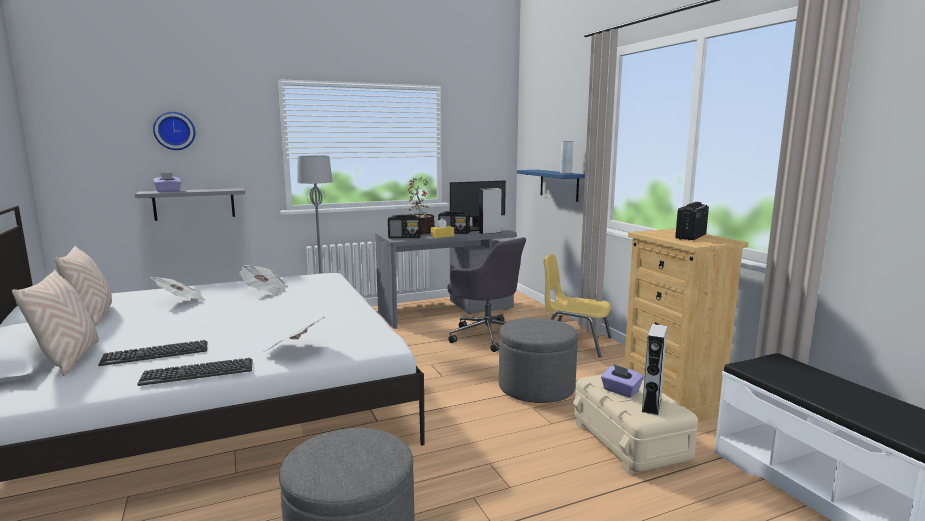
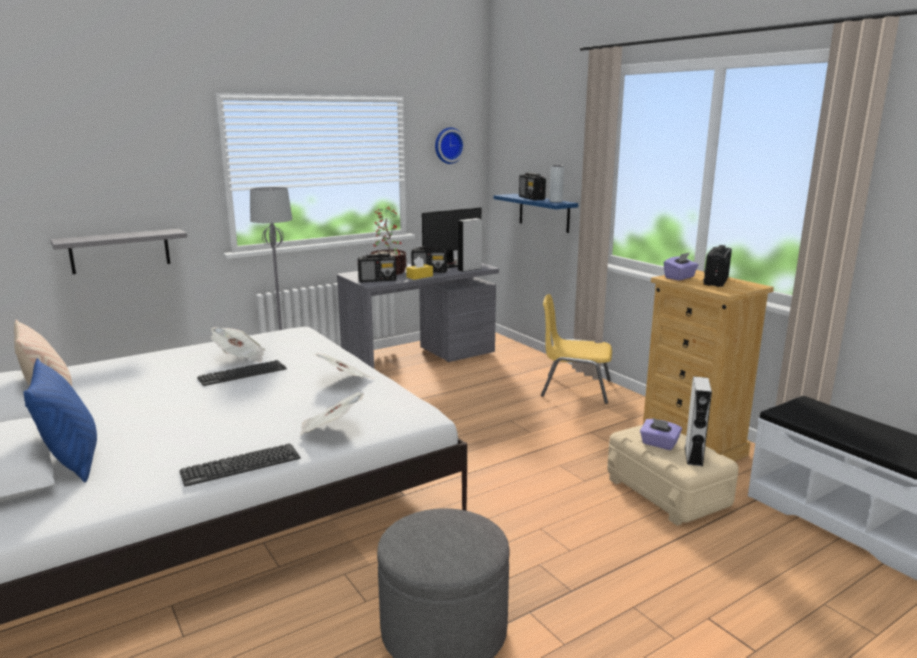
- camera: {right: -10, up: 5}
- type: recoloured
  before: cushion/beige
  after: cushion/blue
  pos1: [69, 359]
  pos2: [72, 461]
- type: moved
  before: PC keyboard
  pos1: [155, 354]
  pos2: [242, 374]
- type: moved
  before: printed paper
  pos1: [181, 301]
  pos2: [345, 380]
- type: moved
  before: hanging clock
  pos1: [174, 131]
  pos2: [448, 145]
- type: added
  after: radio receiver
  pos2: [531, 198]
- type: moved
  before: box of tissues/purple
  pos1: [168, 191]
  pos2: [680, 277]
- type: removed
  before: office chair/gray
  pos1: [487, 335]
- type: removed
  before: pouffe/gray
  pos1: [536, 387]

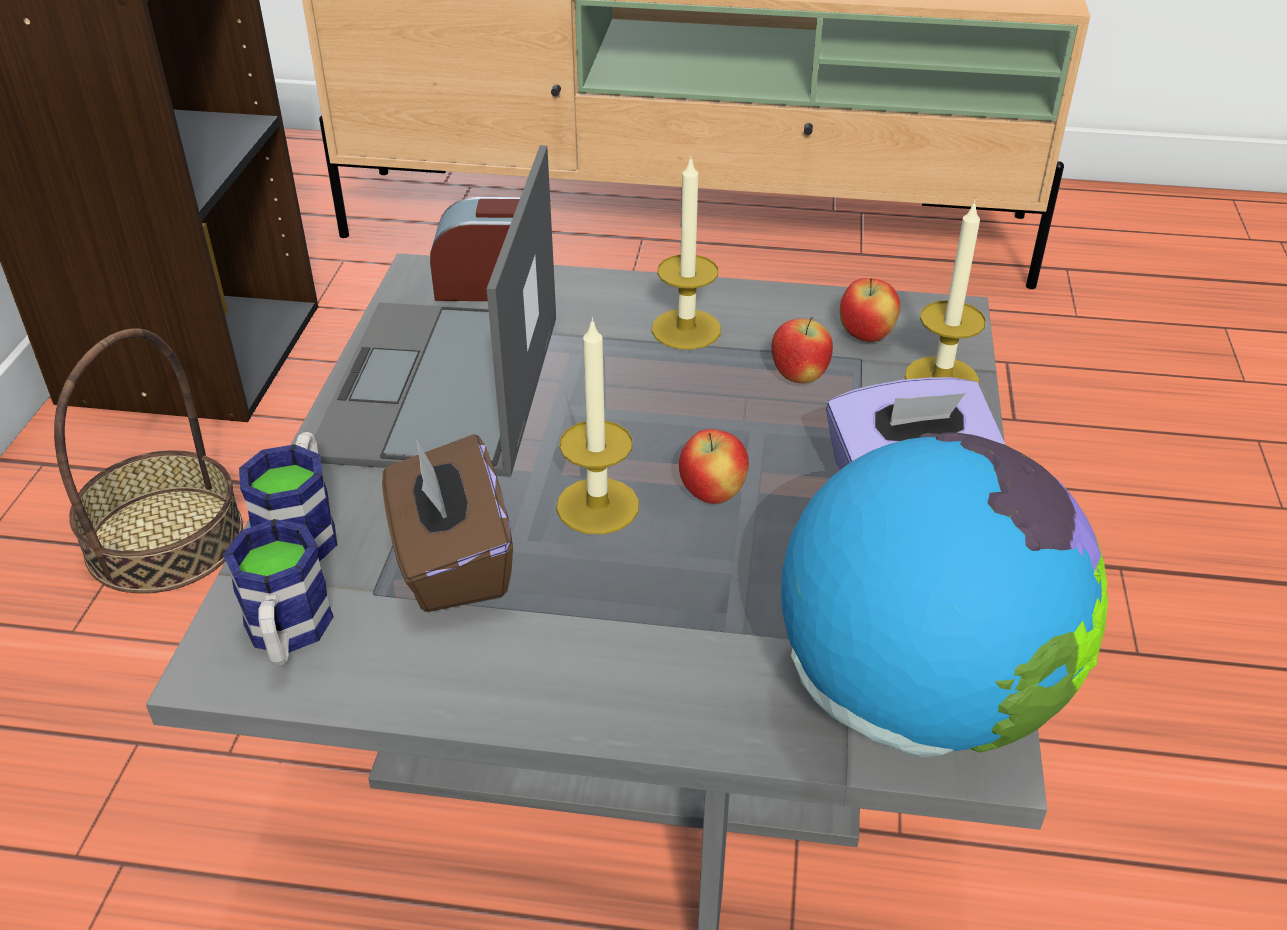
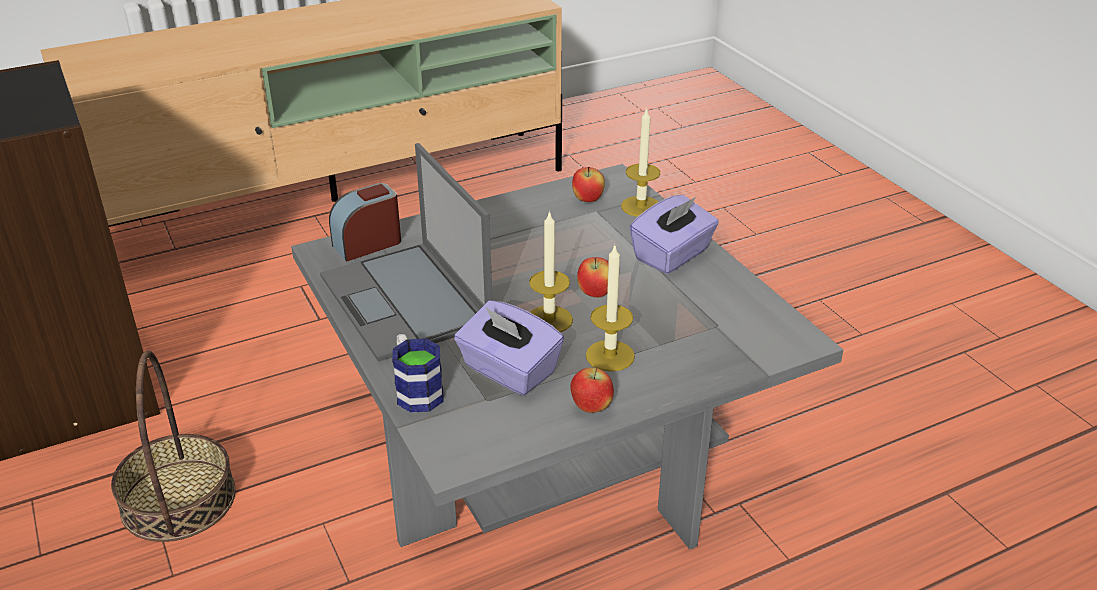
- camera: {right: -35, up: -5}
- type: recoloured
  before: box of tissues/brownish
  after: box of tissues/purple
  pos1: [451, 561]
  pos2: [508, 371]
- type: moved
  before: whole apple
  pos1: [799, 377]
  pos2: [591, 407]
- type: moved
  before: wax light
  pos1: [686, 329]
  pos2: [610, 355]
- type: removed
  before: tea mug
  pos1: [287, 635]
- type: removed
  before: globe
  pos1: [917, 696]

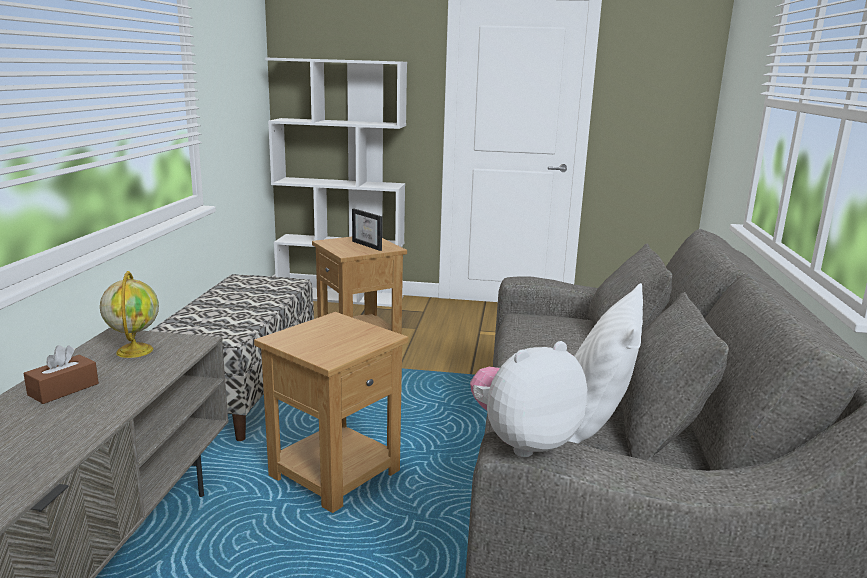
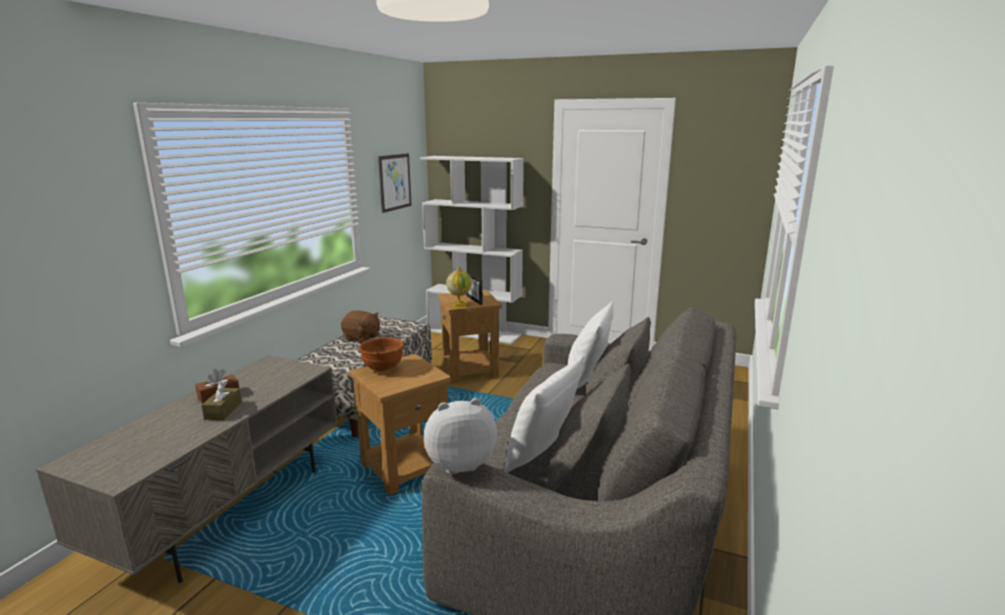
- camera: {right: 15, up: 0}
- type: added
  after: box of tissues/brownish
  pos2: [223, 410]
- type: added
  after: soft toy/brownish
  pos2: [362, 338]
- type: added
  after: serving bowl/brownish
  pos2: [382, 368]
- type: added
  after: wall picture
  pos2: [395, 182]
- type: moved
  before: globe
  pos1: [134, 350]
  pos2: [459, 304]
- type: added
  after: cushion/whitish
  pos2: [587, 380]

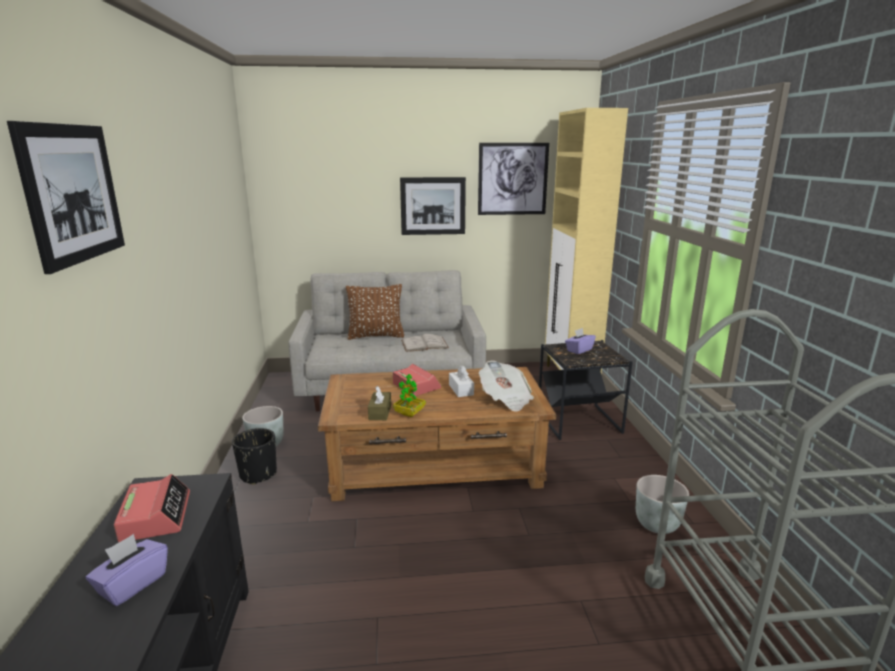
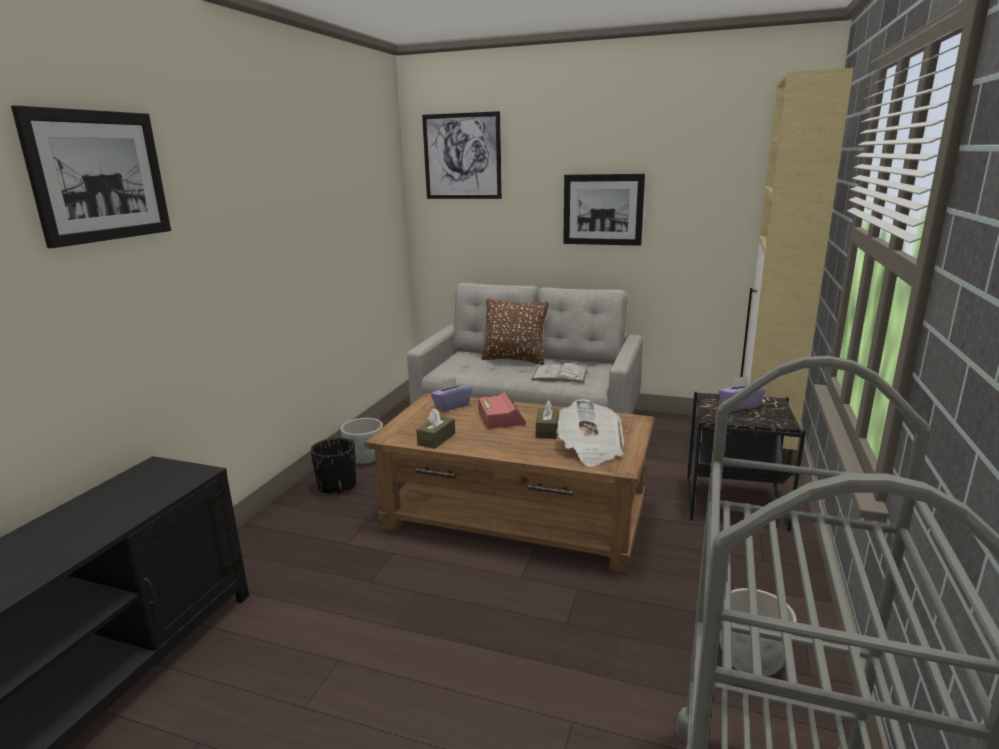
- camera: {right: 25, up: 0}
- type: moved
  before: wall picture
  pos1: [512, 179]
  pos2: [462, 156]
- type: moved
  before: box of tissues/purple
  pos1: [132, 584]
  pos2: [451, 406]
- type: recoloured
  before: box of tissues/whitish
  after: box of tissues/brownish
  pos1: [461, 390]
  pos2: [547, 430]
- type: removed
  before: alarm clock
  pos1: [156, 516]
- type: removed
  before: potted plant
  pos1: [409, 413]

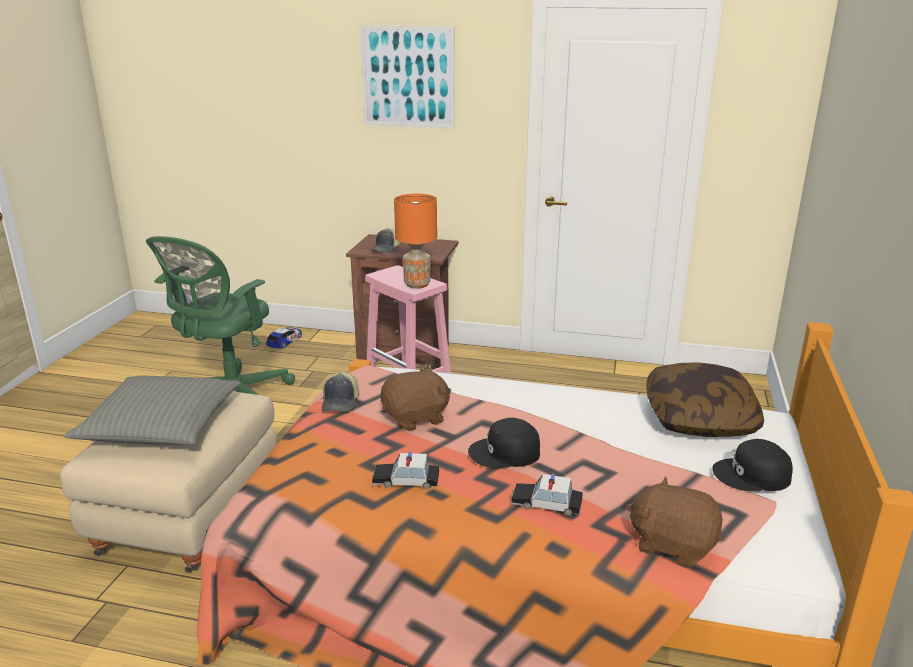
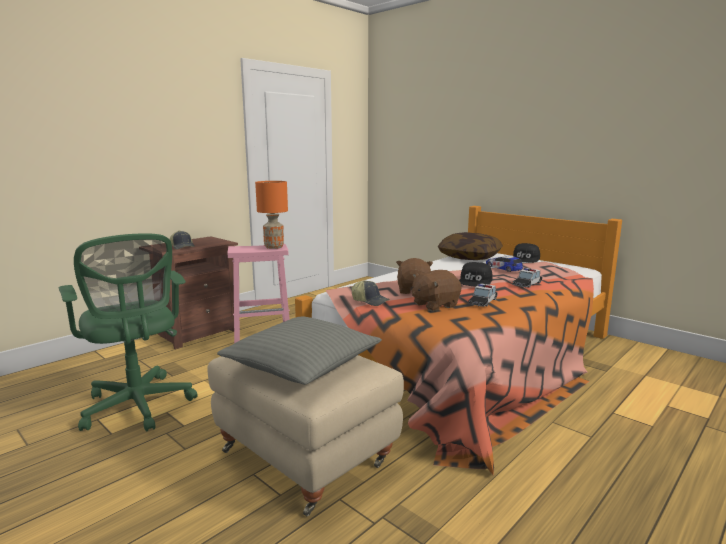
- camera: {right: -60, up: -10}
- type: moved
  before: soft toy/brownish
  pos1: [672, 545]
  pos2: [434, 305]
- type: moved
  before: miniature car
  pos1: [285, 341]
  pos2: [503, 268]
- type: removed
  before: wall picture
  pos1: [407, 77]

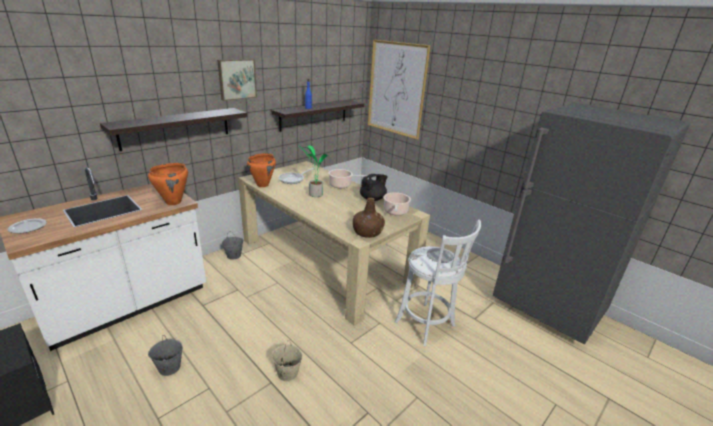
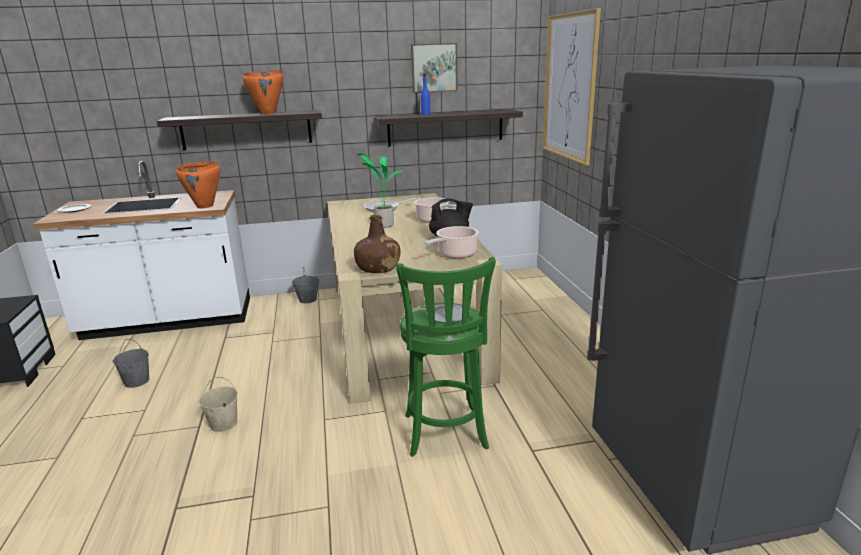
- camera: {right: 35, up: -5}
- type: moved
  before: saucepot/orange-coloured
  pos1: [263, 185]
  pos2: [268, 113]
- type: recoloured
  before: stool/whitish
  after: stool/greenish
  pos1: [427, 326]
  pos2: [446, 435]
- type: moved
  before: wall picture
  pos1: [237, 79]
  pos2: [434, 68]

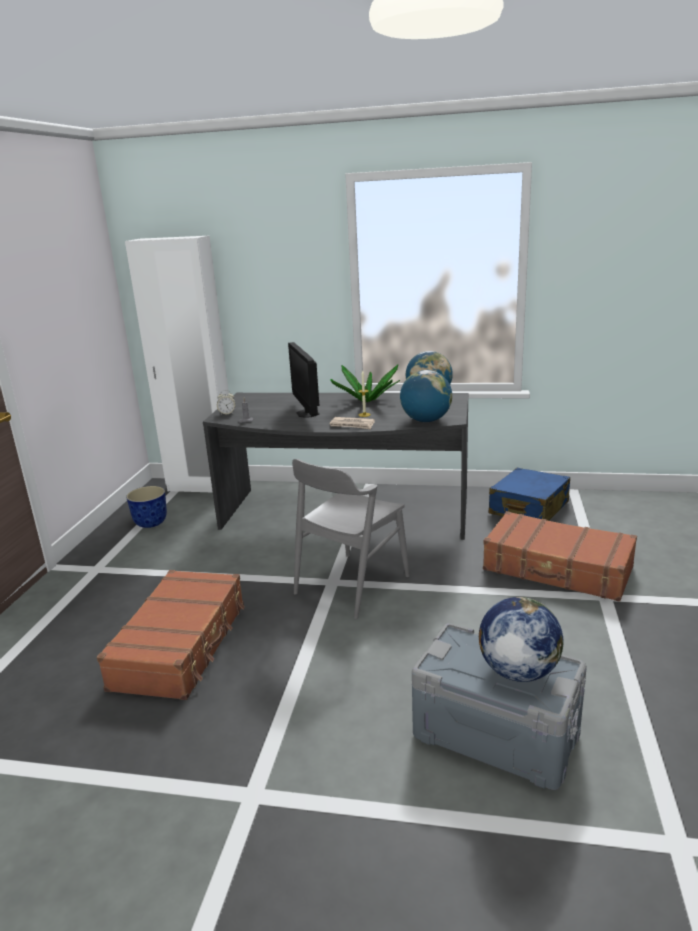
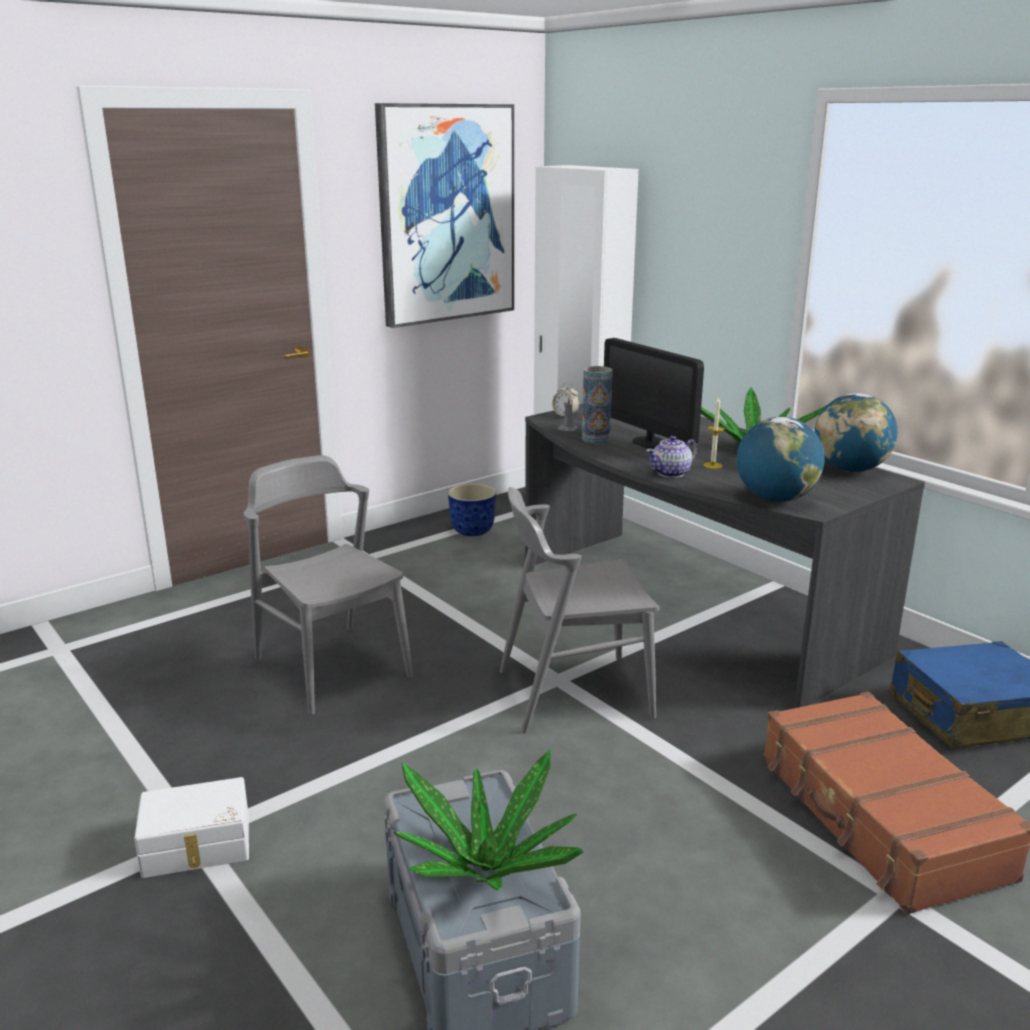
- camera: {right: 40, up: 0}
- type: added
  after: storage box/whitish
  pos2: [197, 846]
- type: replaced
  before: suitcase/brownish
  after: chair/gray
  pos1: [182, 645]
  pos2: [332, 667]
- type: added
  after: wall picture
  pos2: [446, 214]
- type: replaced
  before: globe
  after: potted plant
  pos1: [518, 671]
  pos2: [487, 869]
- type: added
  after: decorative vase
  pos2: [595, 438]
- type: turned
  before: computer screen
  pos1: [307, 413]
  pos2: [650, 442]
  turn: -60
- type: replaced
  before: printed paper
  after: pot for tea
  pos1: [352, 425]
  pos2: [671, 473]

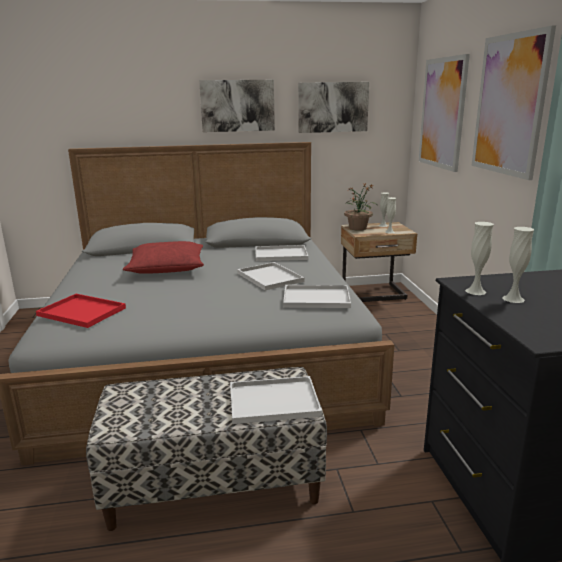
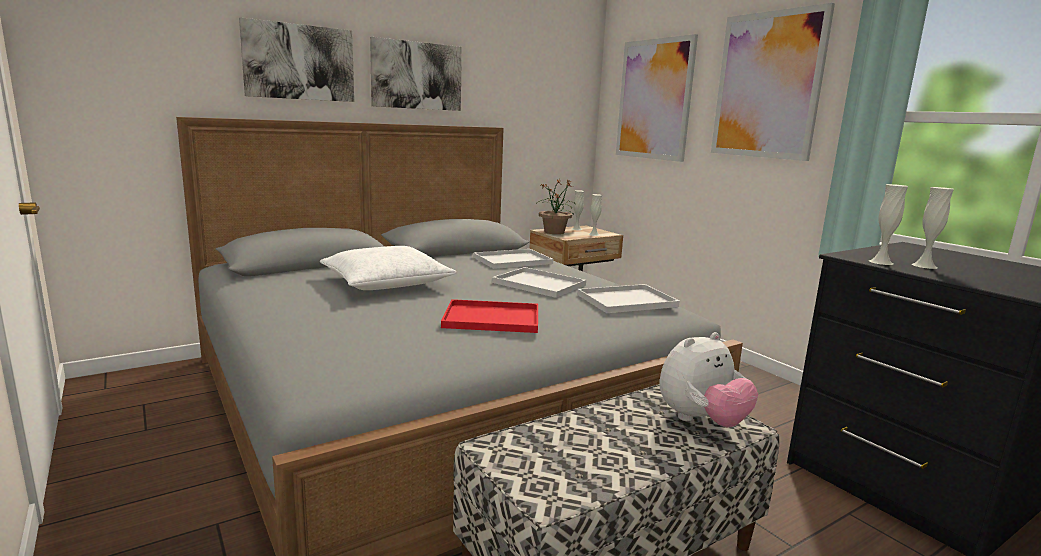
- camera: {right: -25, up: -5}
- type: moved
  before: wall picture
  pos1: [333, 107]
  pos2: [299, 62]
- type: recoloured
  before: cushion/red-coloured
  after: cushion/whitish
  pos1: [166, 268]
  pos2: [386, 282]
- type: moved
  before: serving tray/red-coloured
  pos1: [80, 312]
  pos2: [489, 318]
- type: replaced
  before: serving tray/whitish
  after: soft toy
  pos1: [275, 400]
  pos2: [701, 421]

